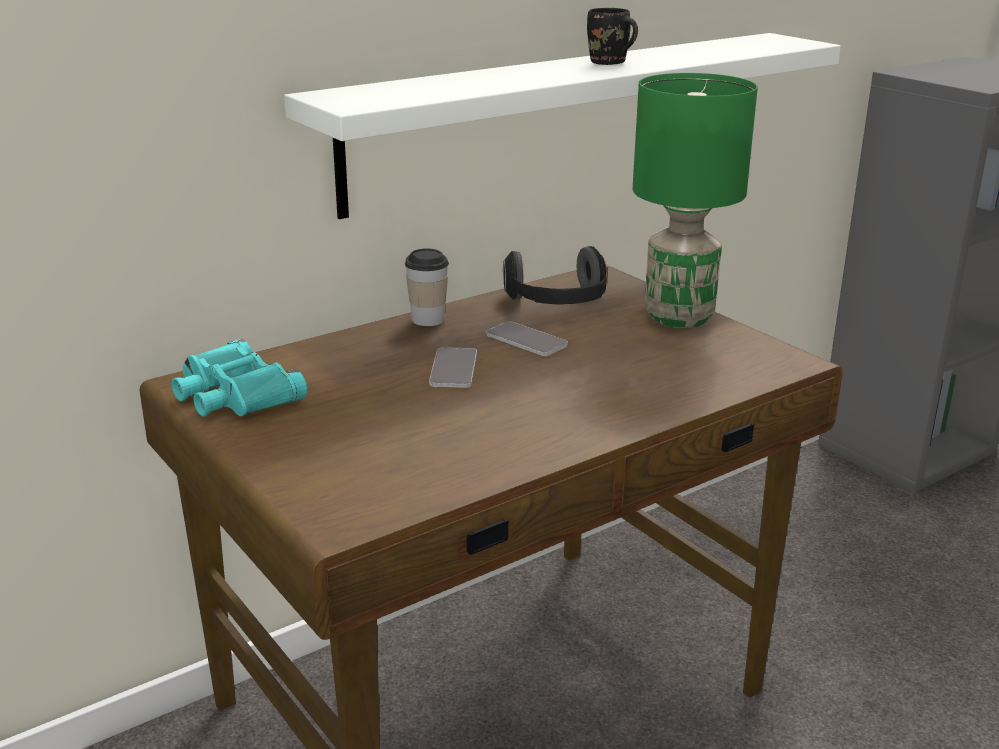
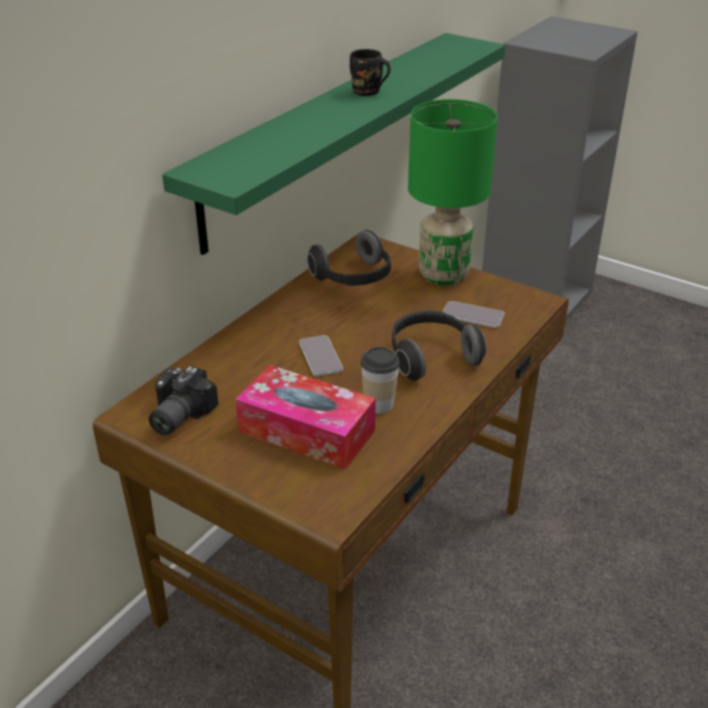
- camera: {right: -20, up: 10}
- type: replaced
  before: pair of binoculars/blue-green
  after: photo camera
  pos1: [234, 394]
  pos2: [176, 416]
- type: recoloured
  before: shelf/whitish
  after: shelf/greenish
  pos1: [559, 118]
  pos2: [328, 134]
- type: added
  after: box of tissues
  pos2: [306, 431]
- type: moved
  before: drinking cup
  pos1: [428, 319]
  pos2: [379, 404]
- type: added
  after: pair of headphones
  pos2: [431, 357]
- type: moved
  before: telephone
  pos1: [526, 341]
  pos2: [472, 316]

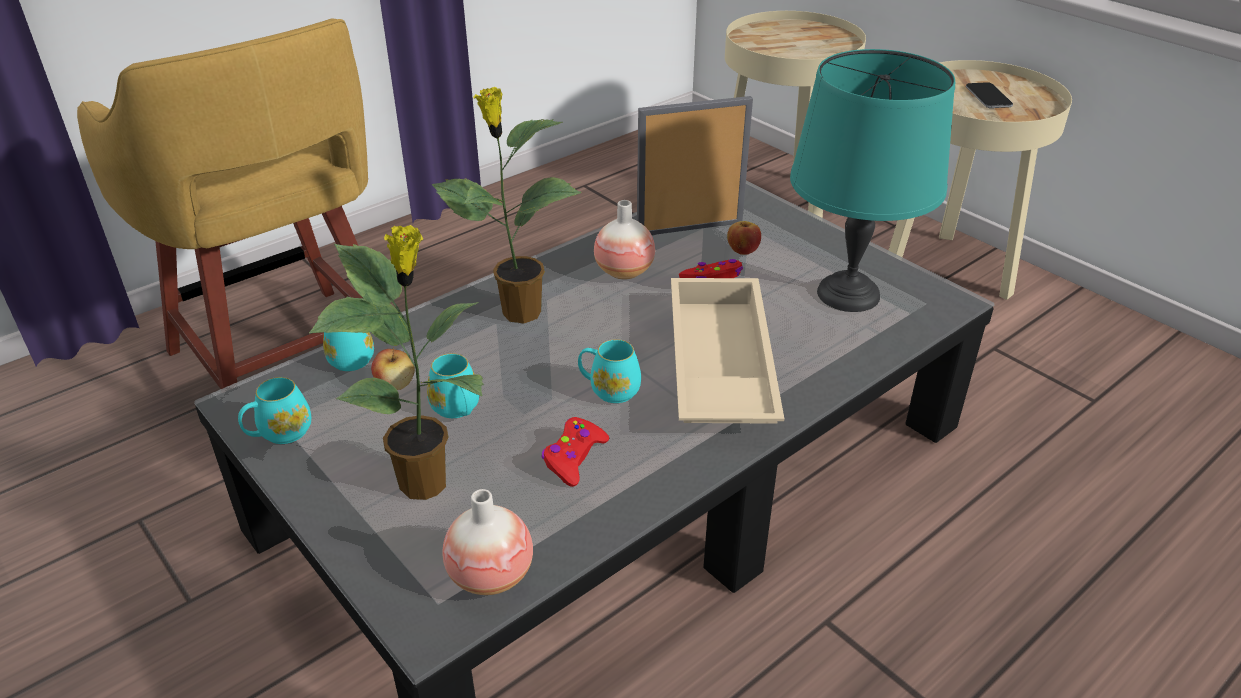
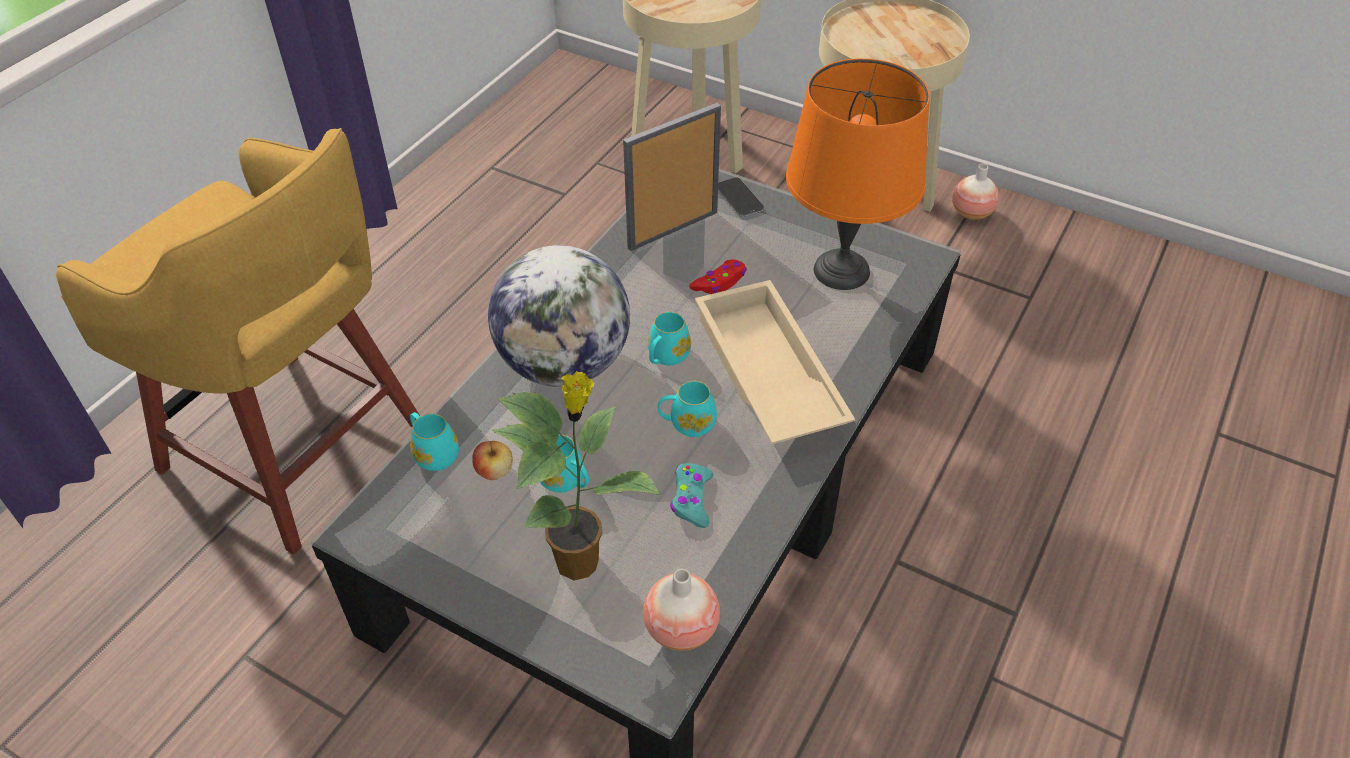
- camera: {right: -20, up: 10}
- type: replaced
  before: potted plant
  after: globe
  pos1: [519, 313]
  pos2: [565, 364]
- type: moved
  before: tea mug/blue-green
  pos1: [279, 433]
  pos2: [666, 357]
- type: recoloured
  before: game controller/red-coloured
  after: game controller/blue-green
  pos1: [574, 457]
  pos2: [691, 499]
- type: moved
  before: telephone
  pos1: [988, 97]
  pos2: [739, 198]
- type: recoloured
  before: lamp for a table/blue-green
  after: lamp for a table/orange-coloured
  pos1: [846, 293]
  pos2: [840, 270]
- type: moved
  before: decorative vase
  pos1: [624, 271]
  pos2: [971, 213]
- type: removed
  before: whole apple
  pos1: [743, 250]

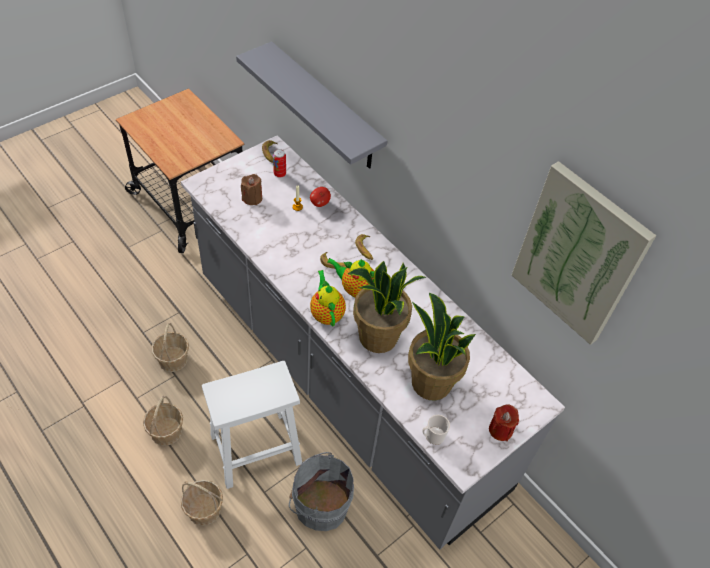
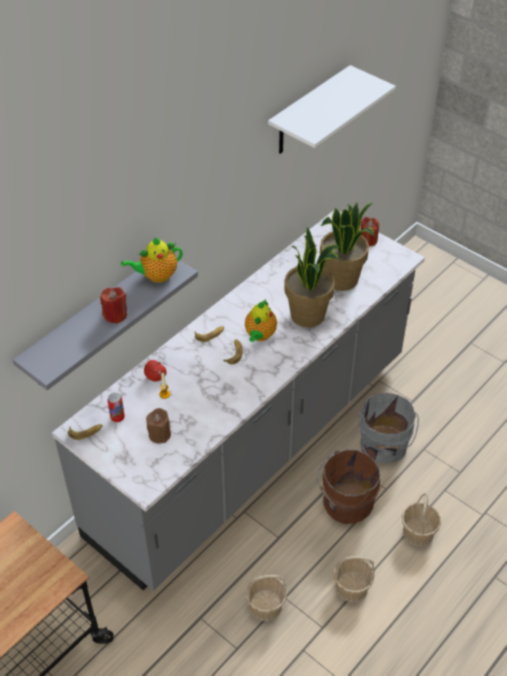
- camera: {right: -95, up: -5}
- type: added
  after: wax light/red-coloured
  pos2: [115, 315]
- type: moved
  before: pot for tea
  pos1: [326, 313]
  pos2: [156, 276]
- type: replaced
  before: wall picture
  after: shelf/whitish
  pos1: [578, 255]
  pos2: [309, 112]
- type: replaced
  before: stool/whitish
  after: pail/brownish
  pos1: [257, 448]
  pos2: [345, 503]
- type: removed
  before: tea mug
  pos1: [432, 436]

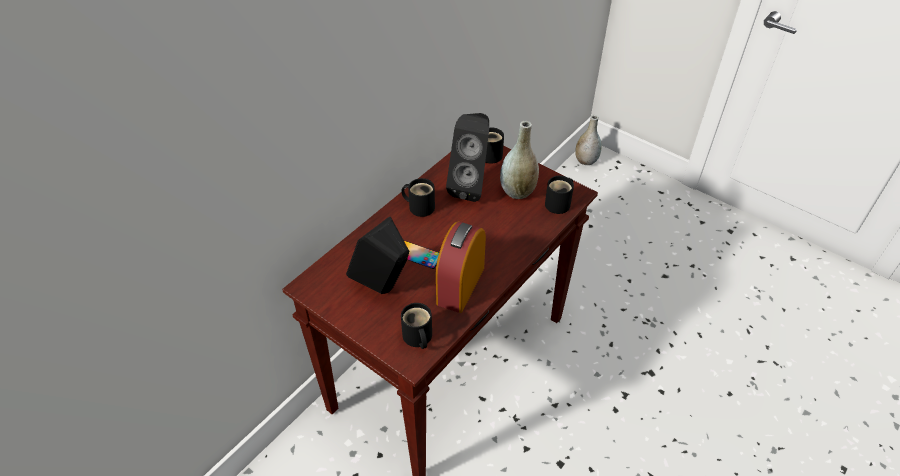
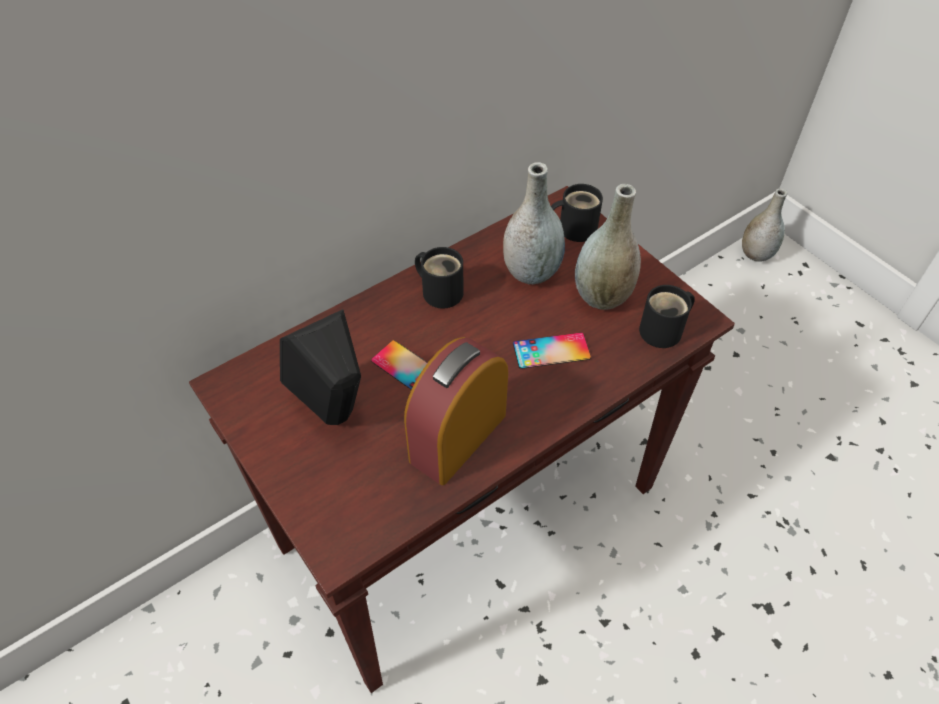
- camera: {right: 15, up: 5}
- type: replaced
  before: audio speaker/black-coloured
  after: decorative vase/gray
  pos1: [471, 186]
  pos2: [531, 273]
- type: added
  after: telephone
  pos2: [551, 351]
- type: removed
  before: tea mug/black-coloured
  pos1: [417, 337]

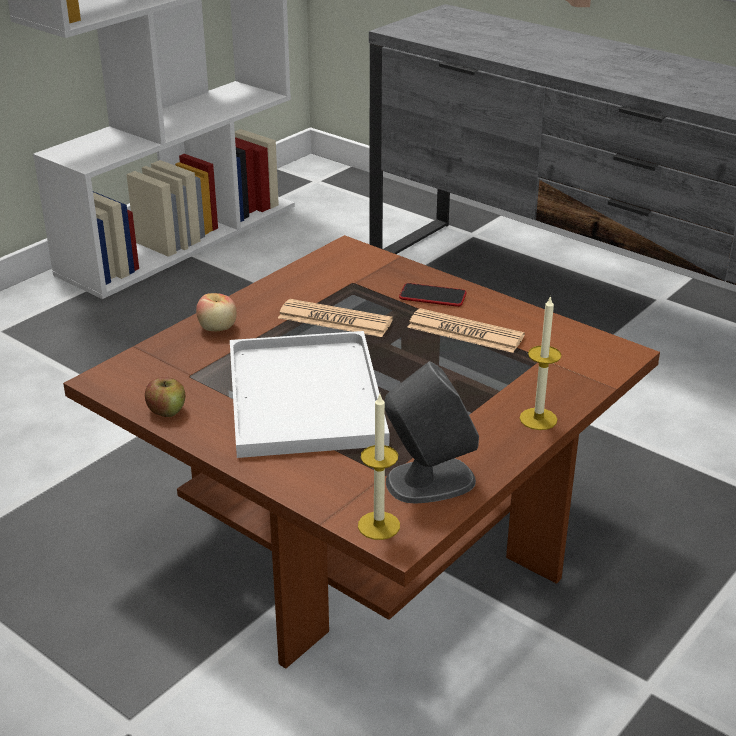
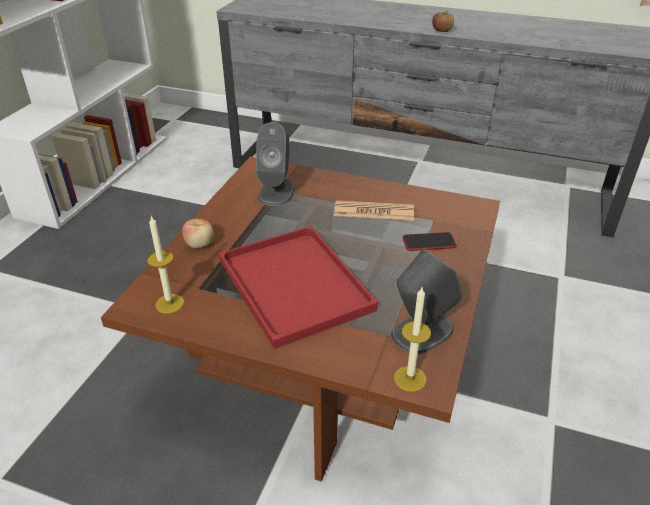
- camera: {right: -20, up: 5}
- type: moved
  before: wax light
  pos1: [538, 419]
  pos2: [169, 303]
- type: recoloured
  before: serving tray/whitish
  after: serving tray/red-coloured
  pos1: [307, 398]
  pos2: [297, 286]
- type: added
  after: audio speaker/gray
  pos2: [276, 191]
- type: moved
  before: telephone
  pos1: [432, 296]
  pos2: [429, 242]
- type: moved
  before: whole apple
  pos1: [167, 411]
  pos2: [442, 30]
- type: removed
  before: printed paper
  pos1: [335, 320]

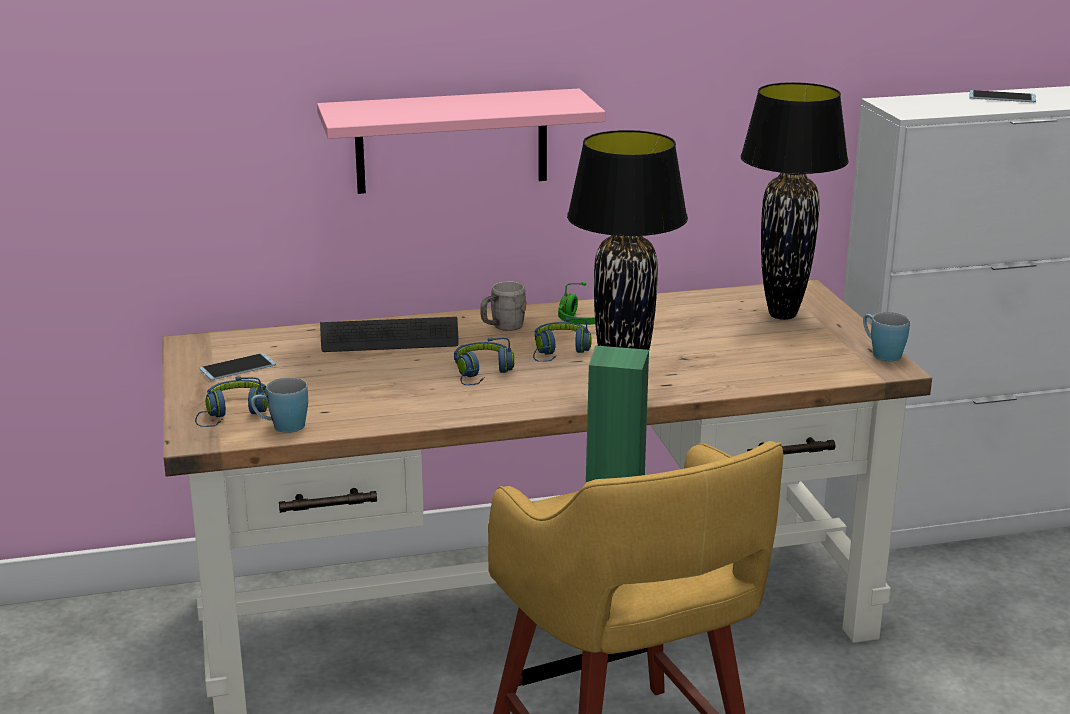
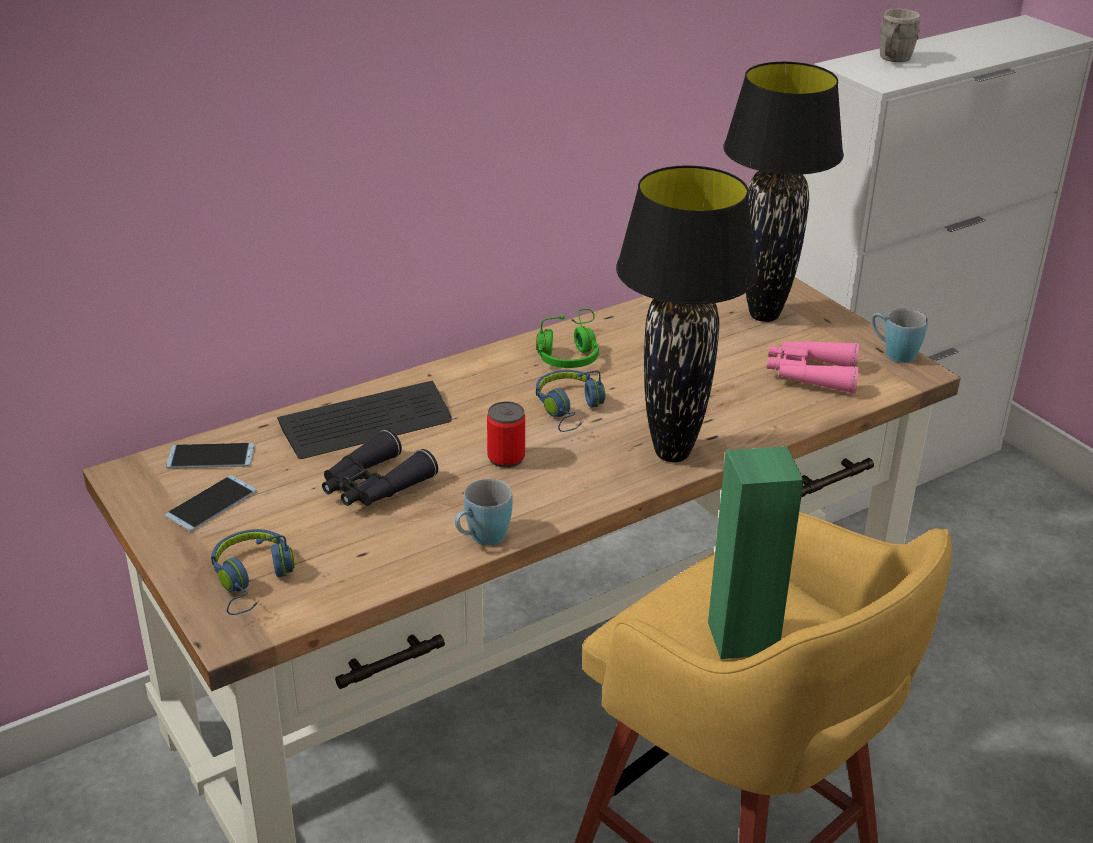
- camera: {right: -20, up: 10}
- type: moved
  before: telephone
  pos1: [1002, 97]
  pos2: [211, 456]
- type: added
  after: pair of binoculars/black-coloured
  pos2: [374, 486]
- type: moved
  before: tea mug/blue
  pos1: [281, 427]
  pos2: [481, 538]
- type: replaced
  before: pair of headphones/blue
  after: sealed can
  pos1: [482, 373]
  pos2: [506, 458]
- type: added
  after: pair of binoculars/pink-coloured
  pos2: [810, 374]
- type: moved
  before: tea mug/gray
  pos1: [502, 327]
  pos2: [893, 59]
- type: removed
  before: shelf/pink-coloured
  pos1: [452, 141]

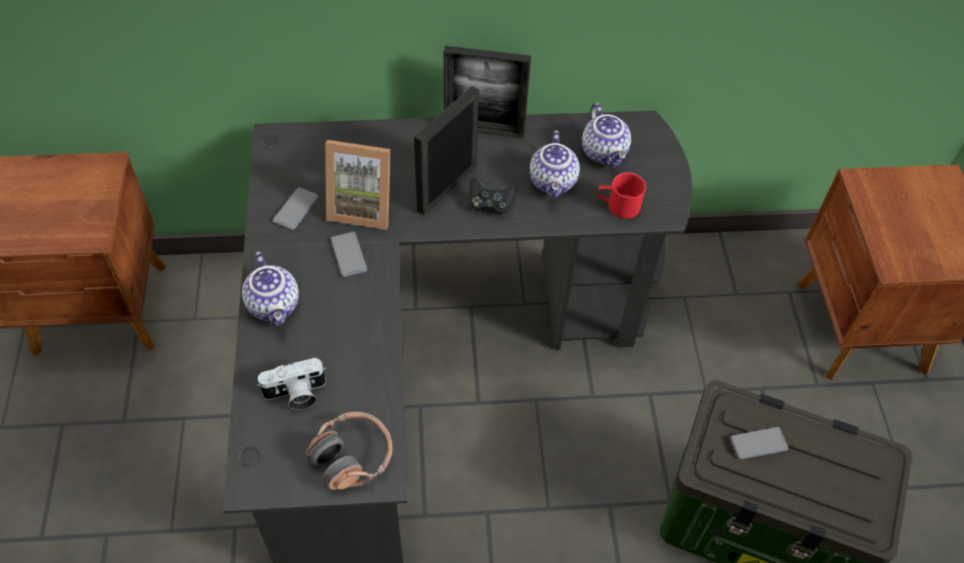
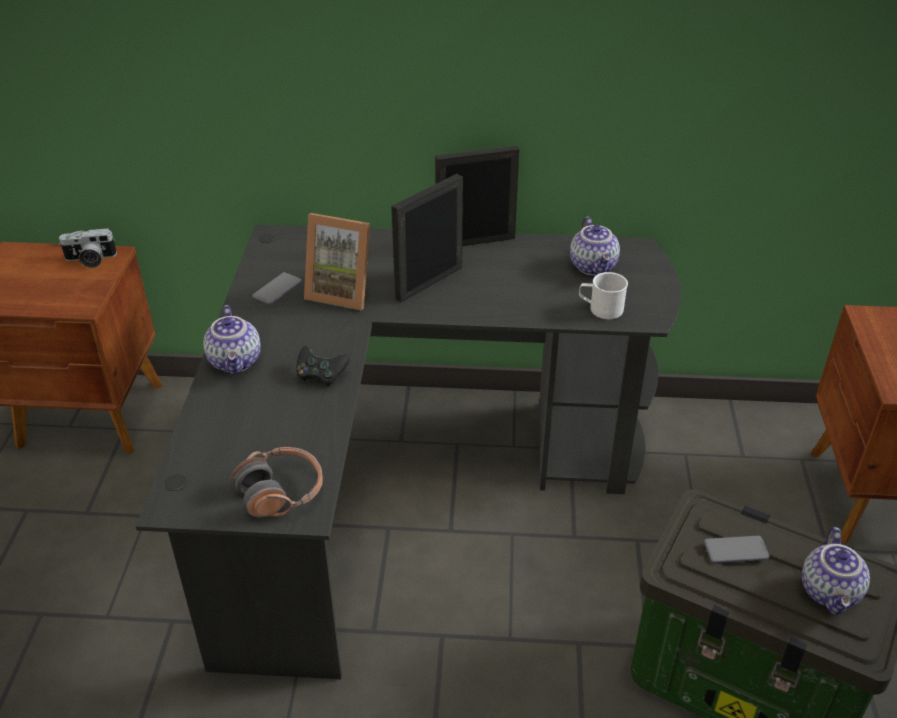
- camera: {right: 10, up: -15}
- type: moved
  before: photo camera
  pos1: [295, 394]
  pos2: [90, 260]
- type: moved
  before: game controller/black-coloured
  pos1: [490, 204]
  pos2: [321, 376]
- type: turned
  before: photo frame
  pos1: [484, 130]
  pos2: [475, 242]
  turn: 150
- type: recoloured
  before: tea mug/red-coloured
  after: tea mug/whitish
  pos1: [618, 205]
  pos2: [600, 308]
- type: moved
  before: pot for tea
  pos1: [554, 182]
  pos2: [831, 592]
- type: removed
  before: telephone
  pos1: [348, 255]

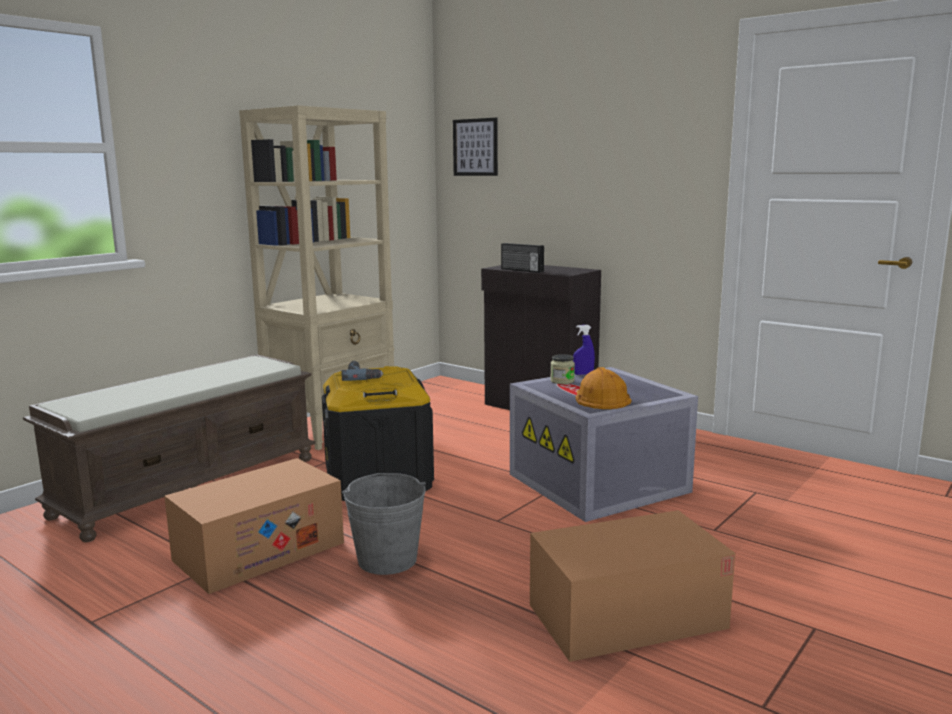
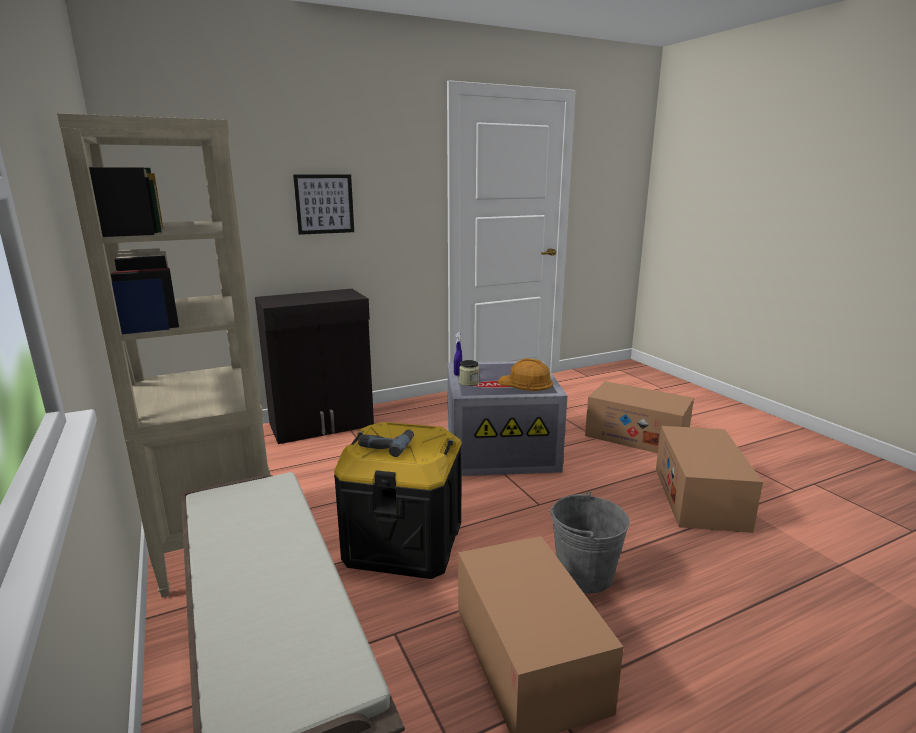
- camera: {right: -65, up: 5}
- type: moved
  before: wall picture
  pos1: [475, 147]
  pos2: [324, 204]
- type: added
  after: packing box
  pos2: [636, 436]
- type: removed
  before: radio receiver
  pos1: [521, 270]

